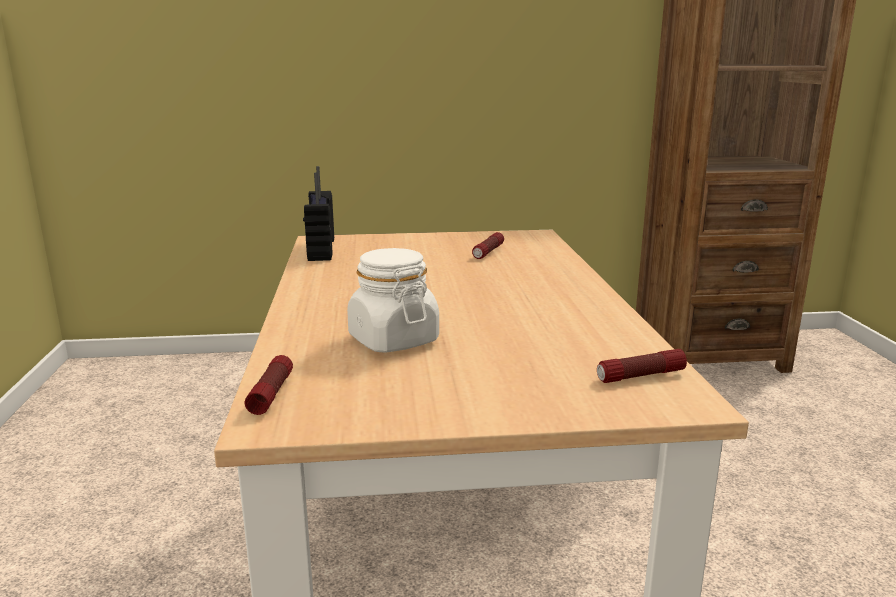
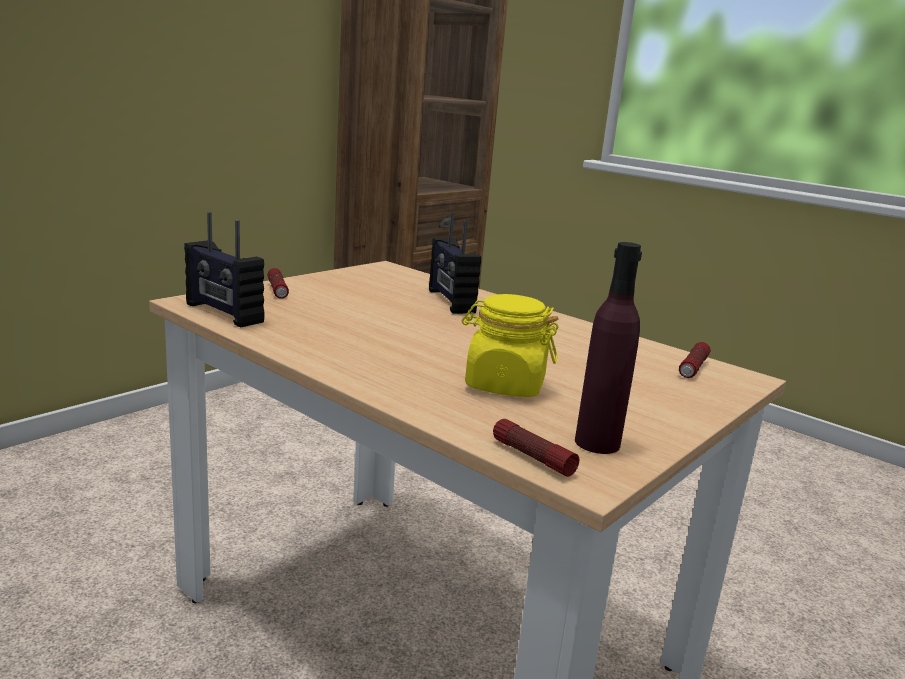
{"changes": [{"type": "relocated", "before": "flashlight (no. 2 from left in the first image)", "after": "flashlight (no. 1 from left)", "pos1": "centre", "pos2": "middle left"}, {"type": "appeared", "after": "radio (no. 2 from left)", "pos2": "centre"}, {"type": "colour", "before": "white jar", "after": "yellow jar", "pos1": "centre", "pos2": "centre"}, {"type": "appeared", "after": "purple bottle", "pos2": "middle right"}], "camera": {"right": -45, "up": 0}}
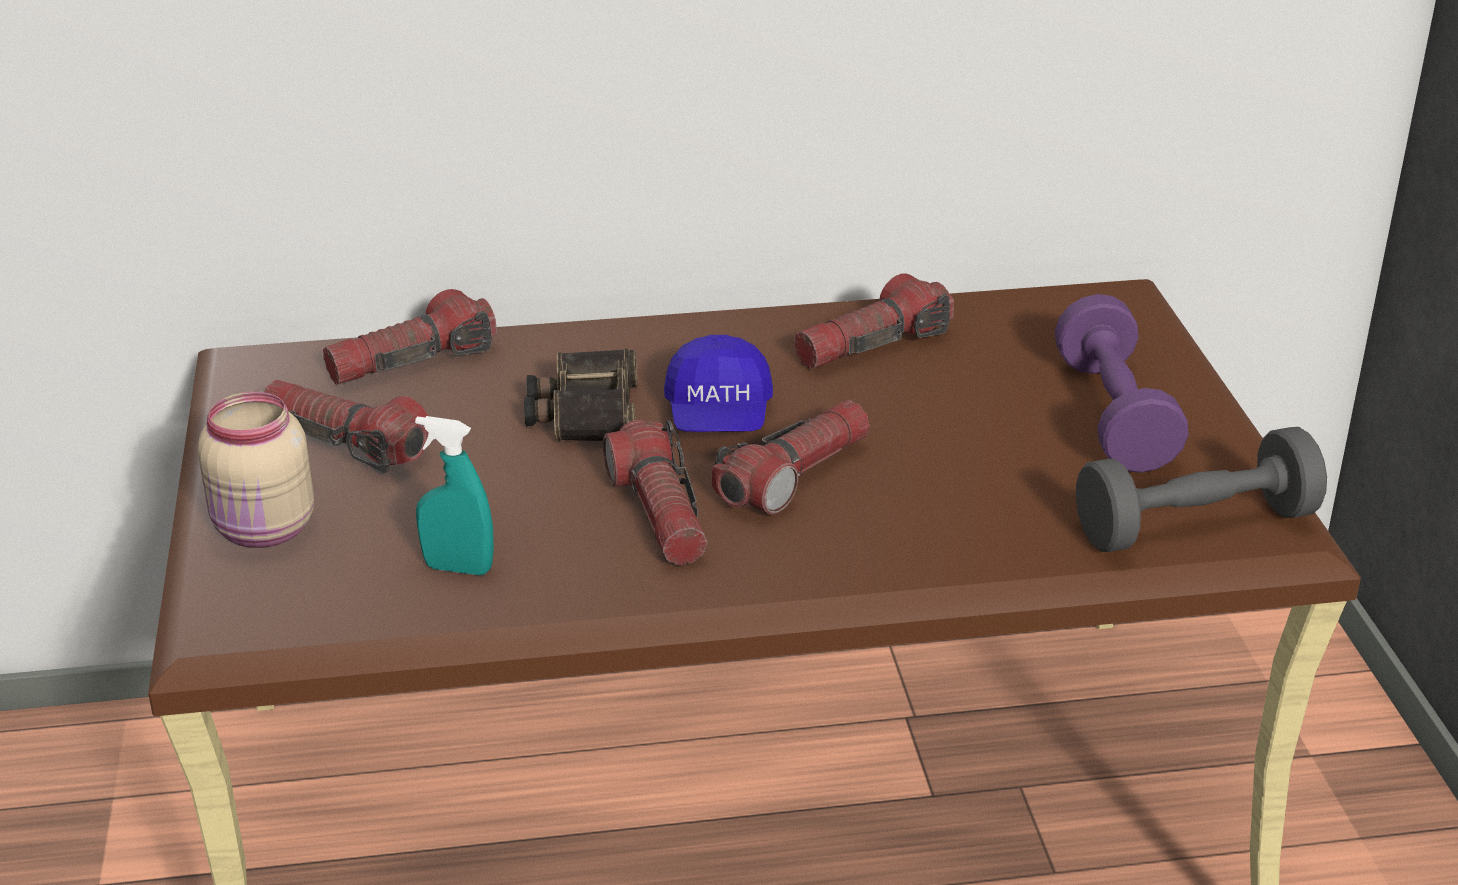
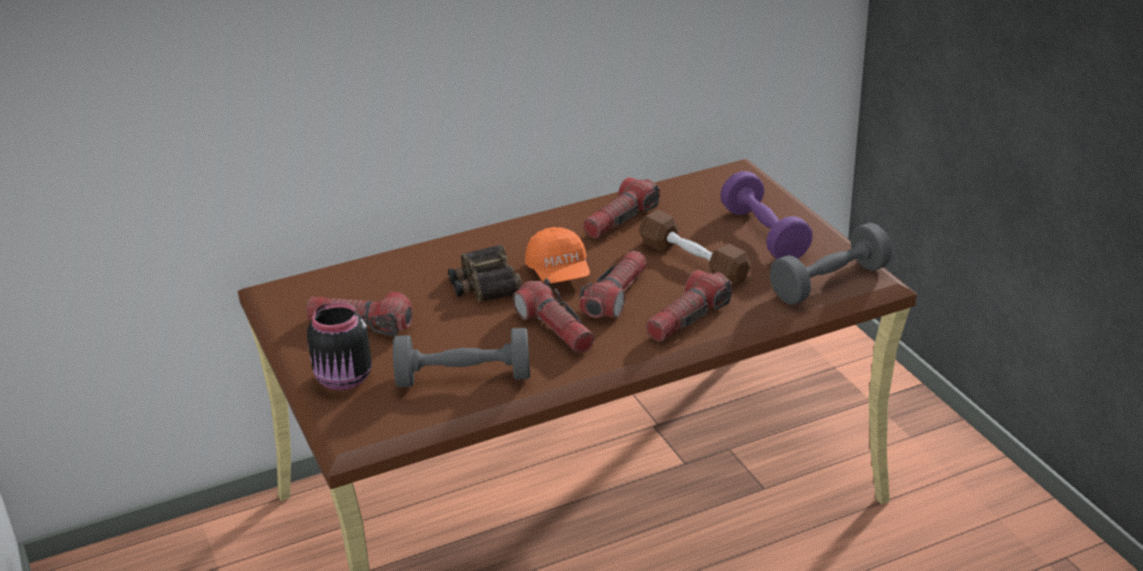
{"changes": [{"type": "colour", "before": "beige jar", "after": "black jar", "pos1": "middle left", "pos2": "middle left"}, {"type": "exchanged", "before": "turquoise spray bottle", "after": "grey dumbbell (no. 1 from left)", "pos1": "middle left", "pos2": "centre"}, {"type": "colour", "before": "blue cap", "after": "orange cap", "pos1": "centre", "pos2": "centre"}, {"type": "appeared", "after": "brown dumbbell", "pos2": "centre"}, {"type": "relocated", "before": "flashlight (no. 2 from left in the first image)", "after": "flashlight (no. 5 from left)", "pos1": "middle left", "pos2": "centre"}], "camera": {"right": -15, "up": 0}}
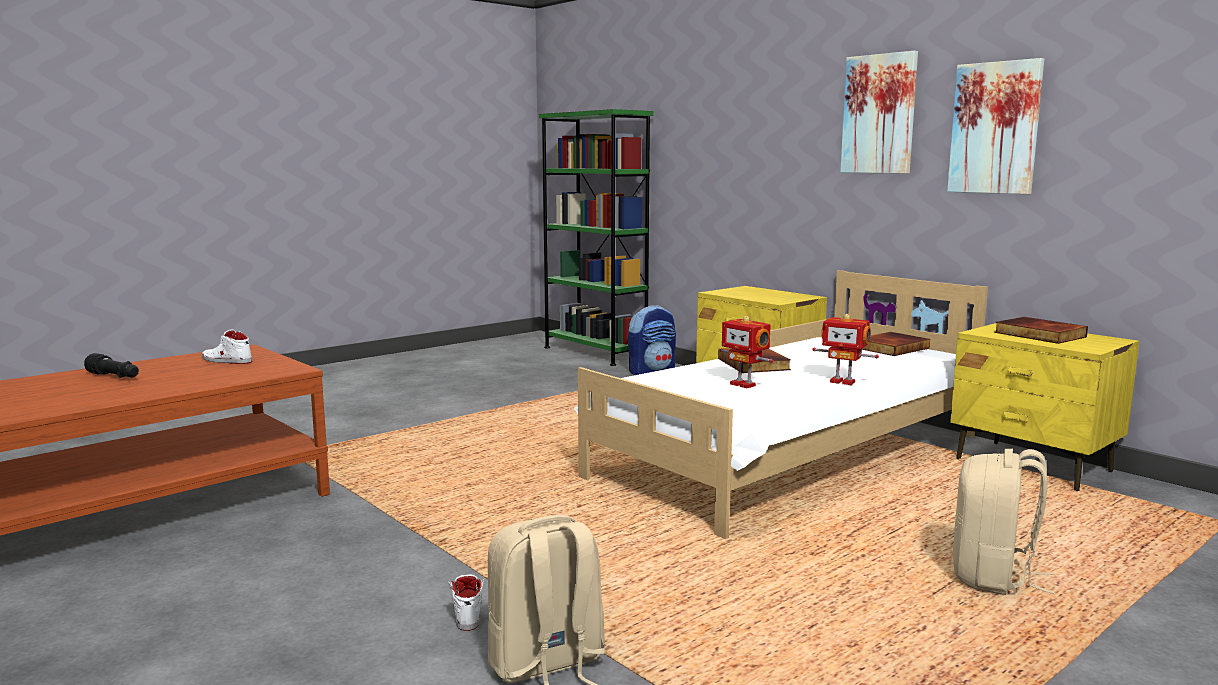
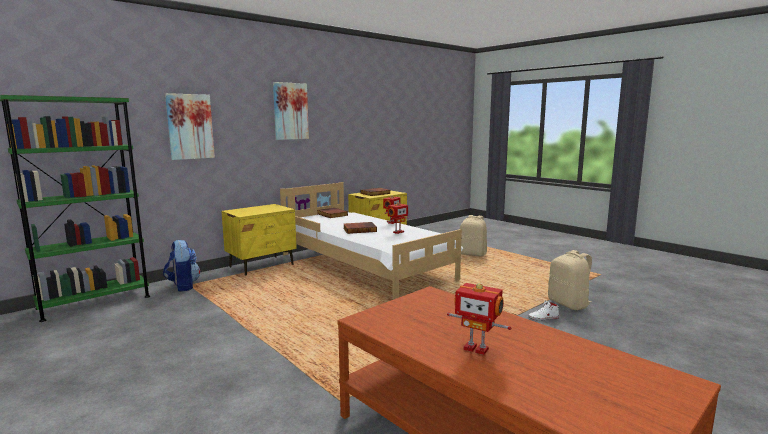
{"changes": [{"type": "relocated", "before": "picture (no. 2 from left in the first image)", "after": "picture (no. 1 from left)", "pos1": "top right", "pos2": "top left"}, {"type": "exchanged", "before": "black flashlight", "after": "toy robot (no. 3 from left)", "pos1": "middle left", "pos2": "bottom centre"}, {"type": "missing", "before": "white shoe (no. 1 from left)", "pos1": "middle left"}], "camera": {"right": -90, "up": 0}}
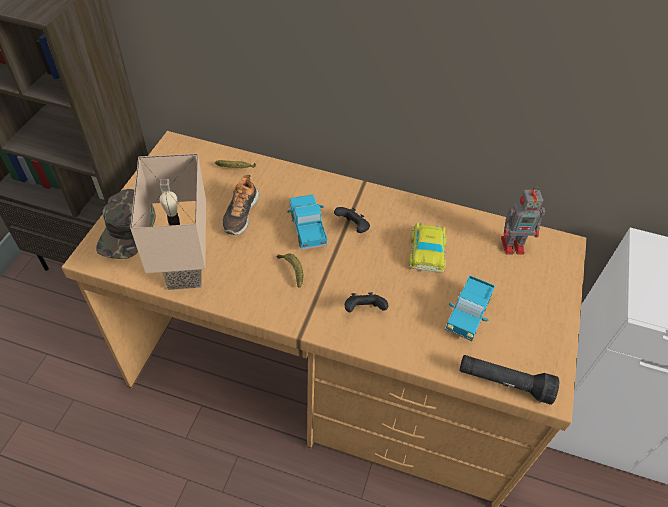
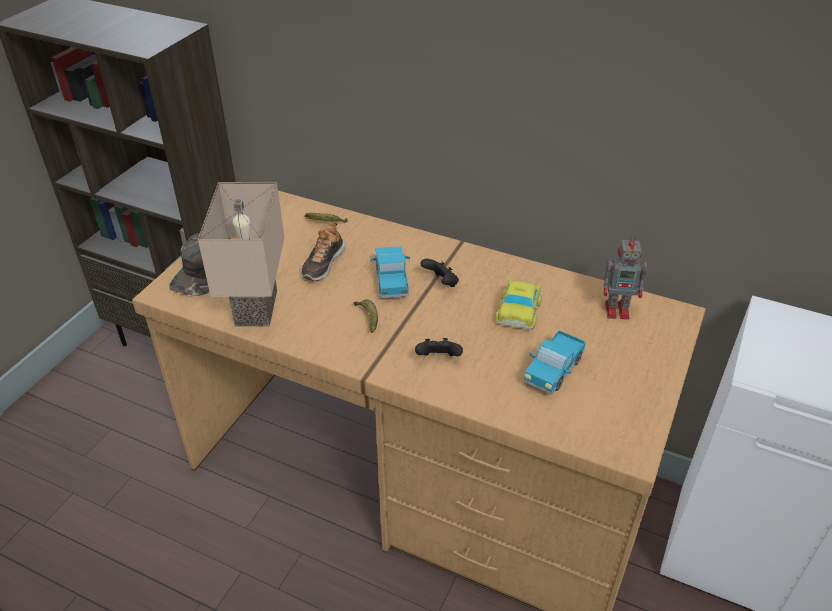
{"changes": [{"type": "missing", "before": "black flashlight", "pos1": "bottom right"}], "camera": {"right": 10, "up": -10}}
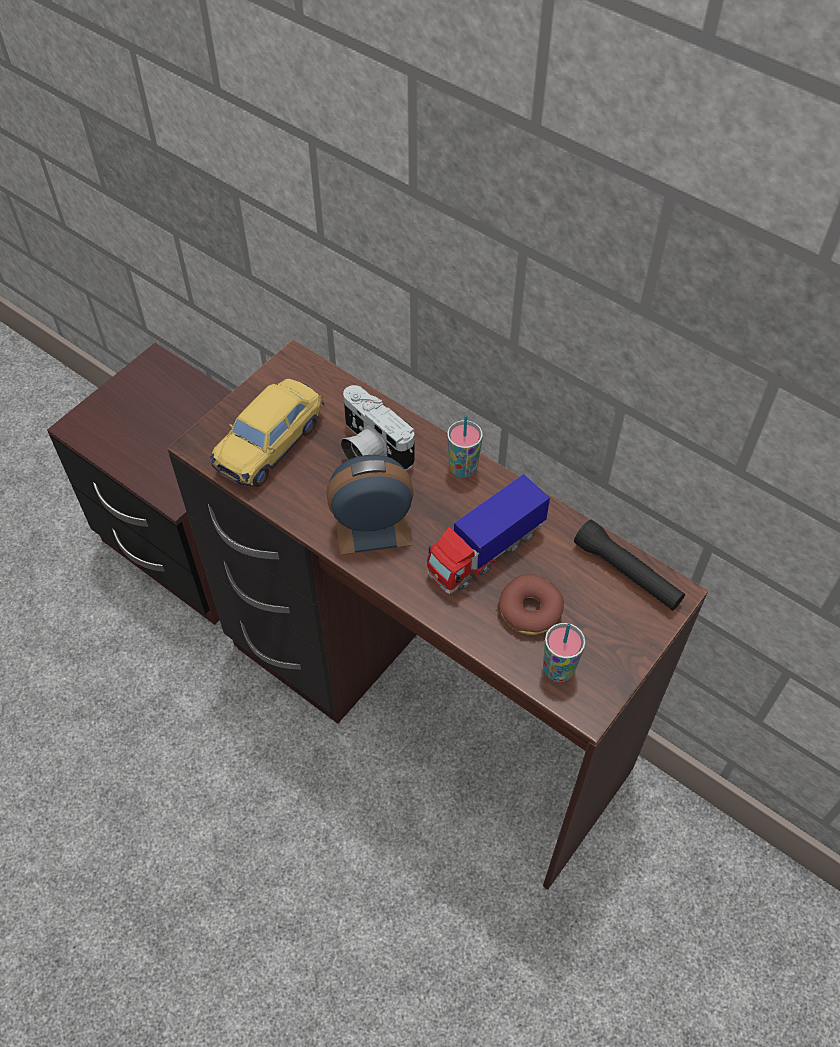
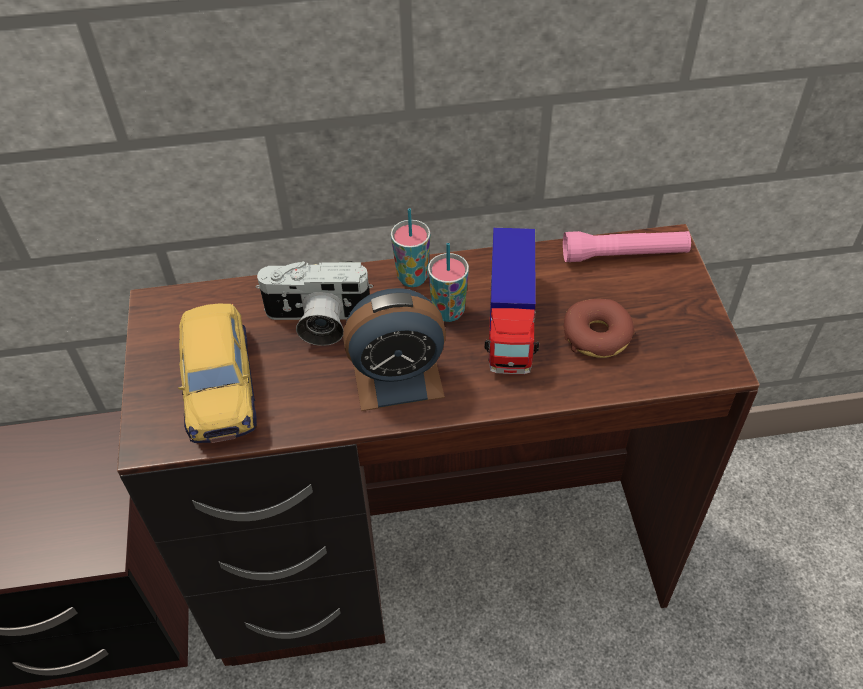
{"changes": [{"type": "spun", "before": "alarm clock", "pos1": "centre", "pos2": "centre", "turn": -135}, {"type": "relocated", "before": "cup (no. 2 from left)", "pos1": "middle right", "pos2": "centre"}, {"type": "colour", "before": "black flashlight", "after": "pink flashlight", "pos1": "middle right", "pos2": "middle right"}], "camera": {"right": -45, "up": -5}}
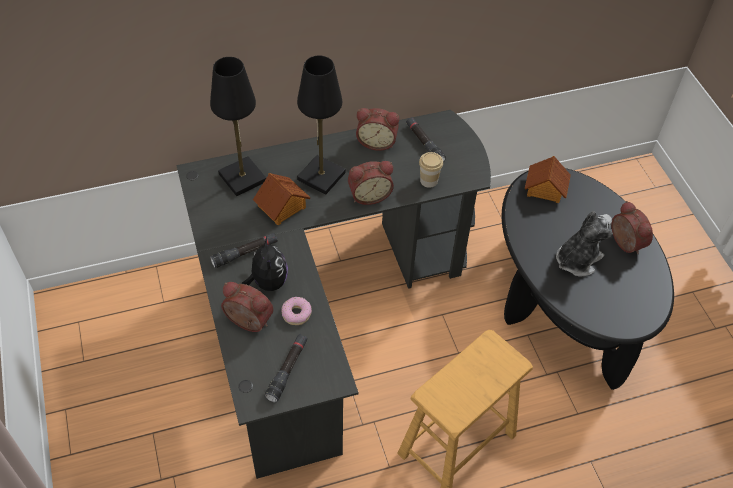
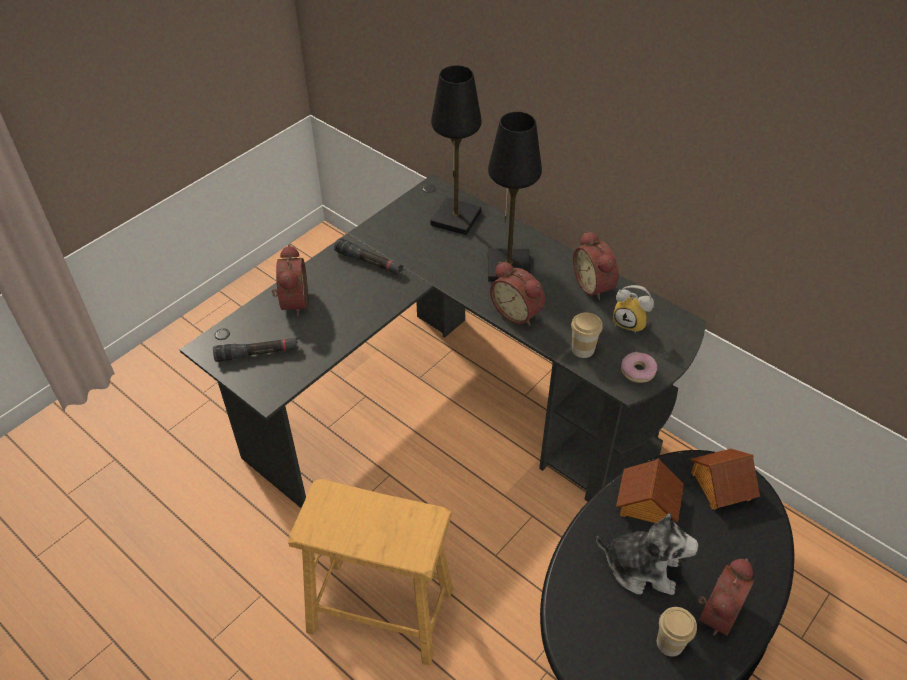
{"changes": [{"type": "exchanged", "before": "black flashlight (no. 3 from left)", "after": "alarm clock (no. 4 from left)", "pos1": "top centre", "pos2": "middle right"}, {"type": "relocated", "before": "toy house (no. 1 from left)", "pos1": "centre", "pos2": "bottom right"}, {"type": "relocated", "before": "donut", "pos1": "centre", "pos2": "middle right"}, {"type": "appeared", "after": "cup (no. 2 from left)", "pos2": "bottom right"}, {"type": "missing", "before": "plush toy (no. 1 from left)", "pos1": "centre"}], "camera": {"right": 60, "up": -5}}
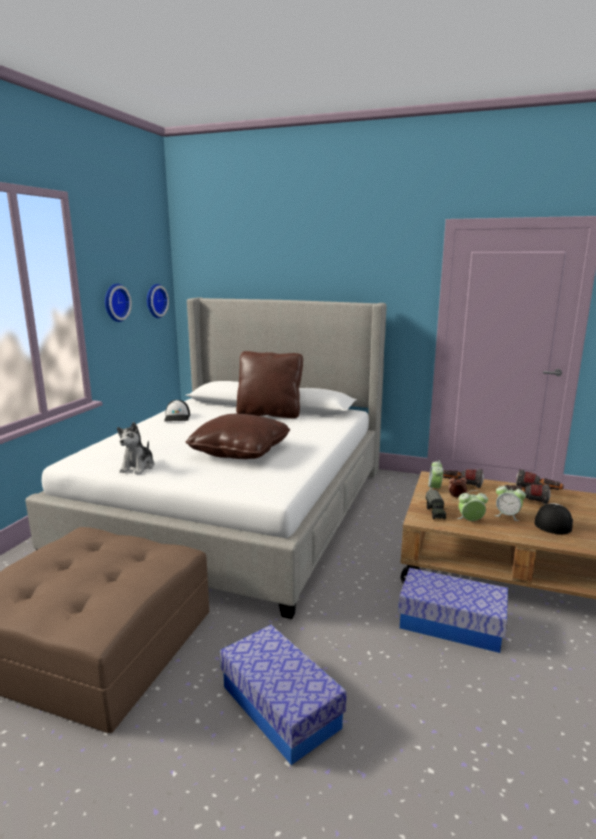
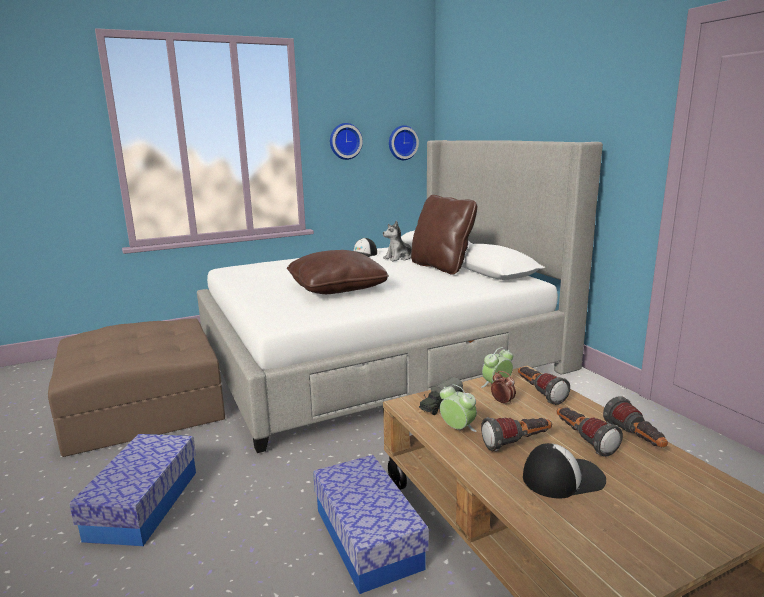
{"changes": [{"type": "relocated", "before": "plush toy", "pos1": "middle left", "pos2": "centre"}, {"type": "exchanged", "before": "alarm clock (no. 4 from left)", "after": "flashlight (no. 1 from left)", "pos1": "middle right", "pos2": "bottom right"}], "camera": {"right": 45, "up": 0}}
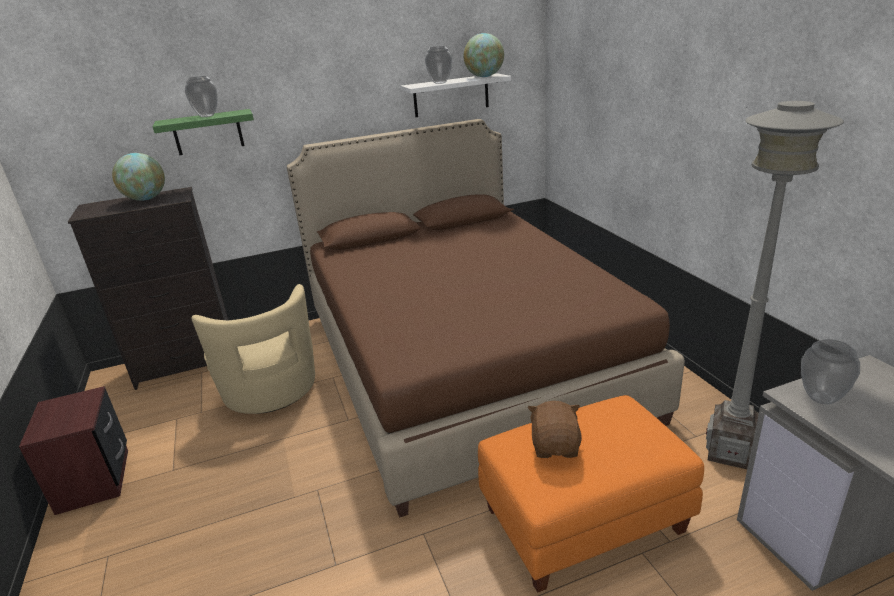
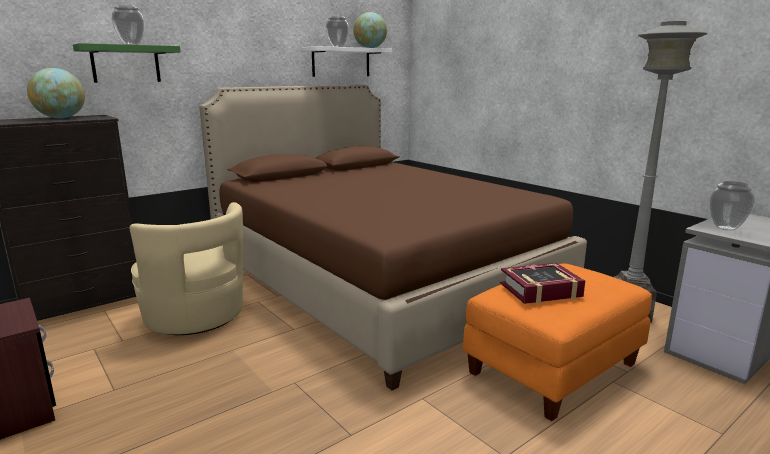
{"changes": [{"type": "exchanged", "before": "brown plush toy", "after": "book", "pos1": "bottom centre", "pos2": "middle right"}], "camera": {"right": -20, "up": -10}}
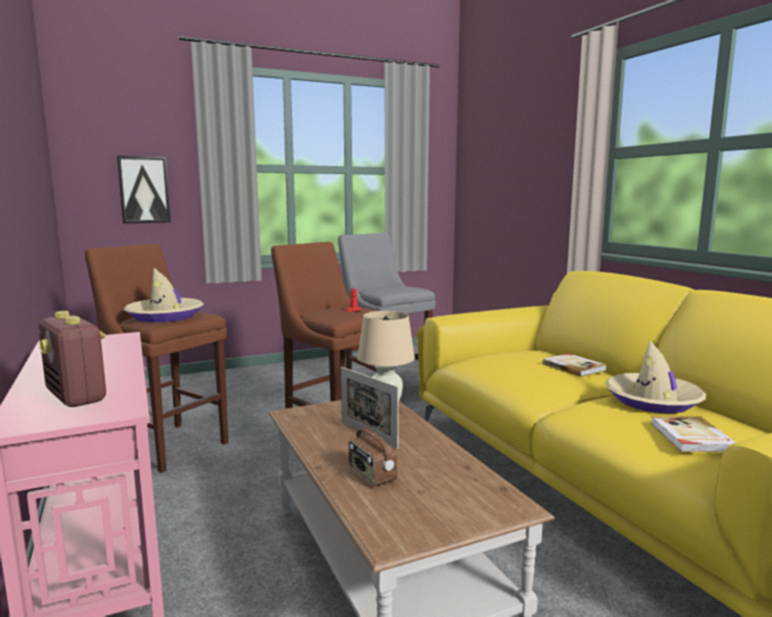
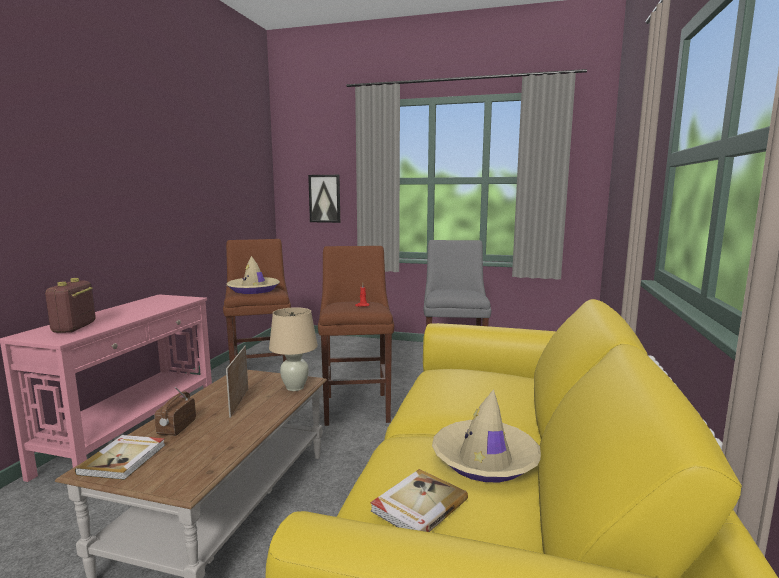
{"changes": [{"type": "relocated", "before": "book (no. 1 from left)", "pos1": "middle right", "pos2": "bottom left"}], "camera": {"right": 40, "up": 0}}
